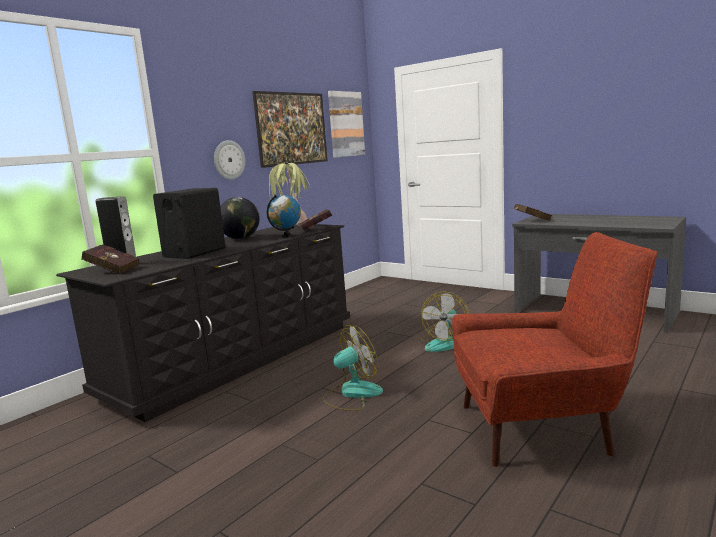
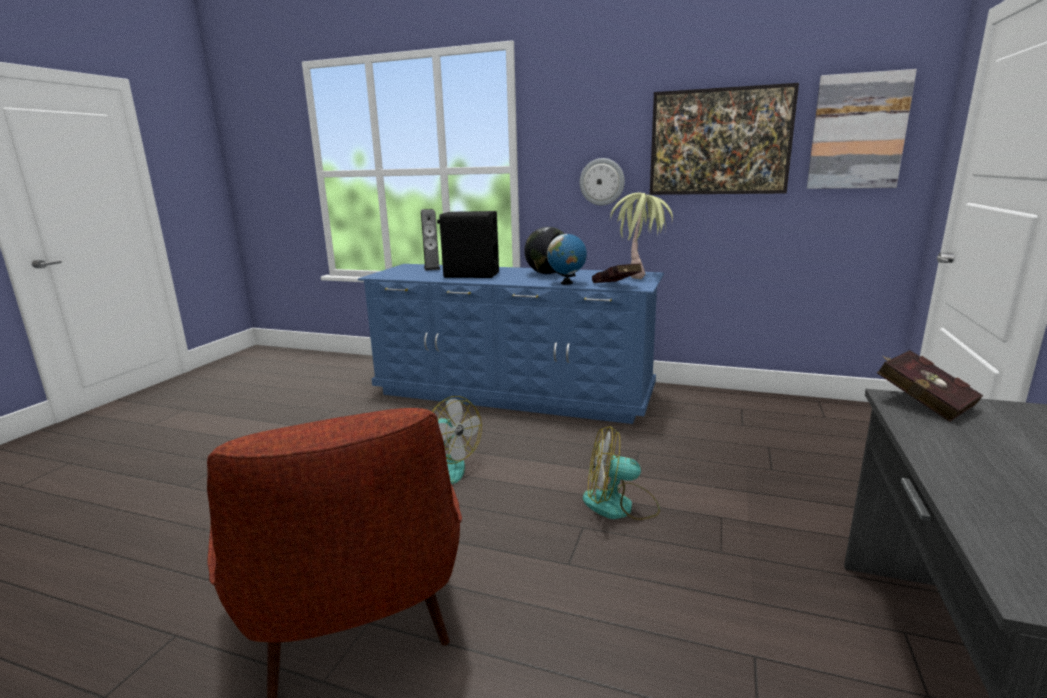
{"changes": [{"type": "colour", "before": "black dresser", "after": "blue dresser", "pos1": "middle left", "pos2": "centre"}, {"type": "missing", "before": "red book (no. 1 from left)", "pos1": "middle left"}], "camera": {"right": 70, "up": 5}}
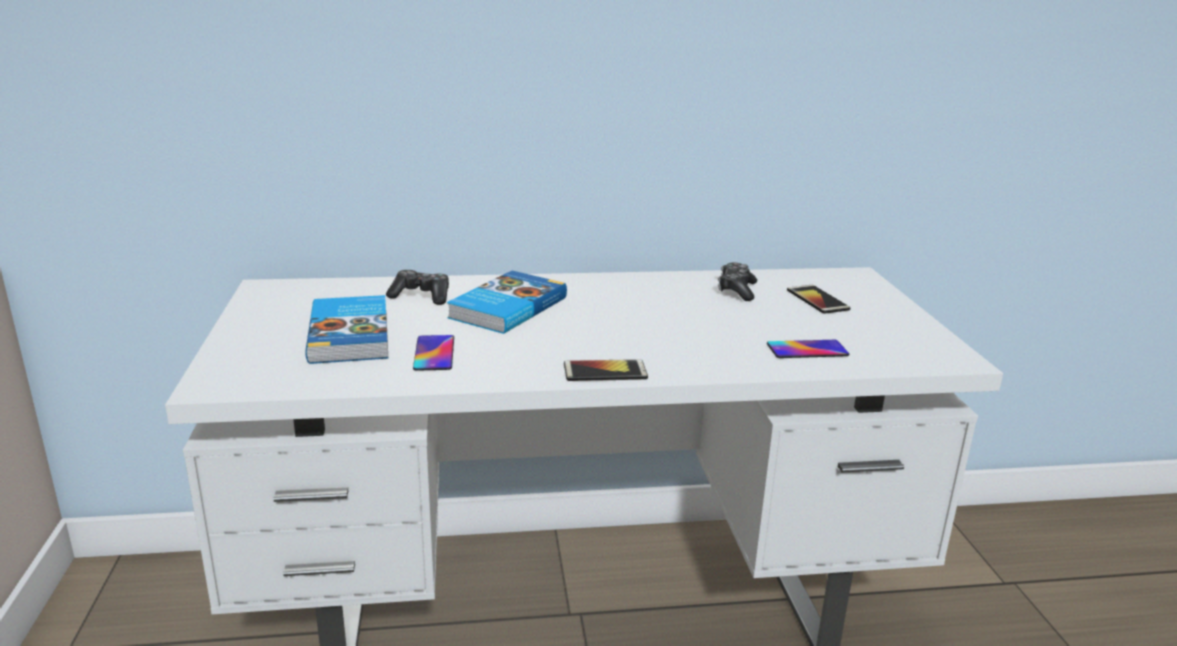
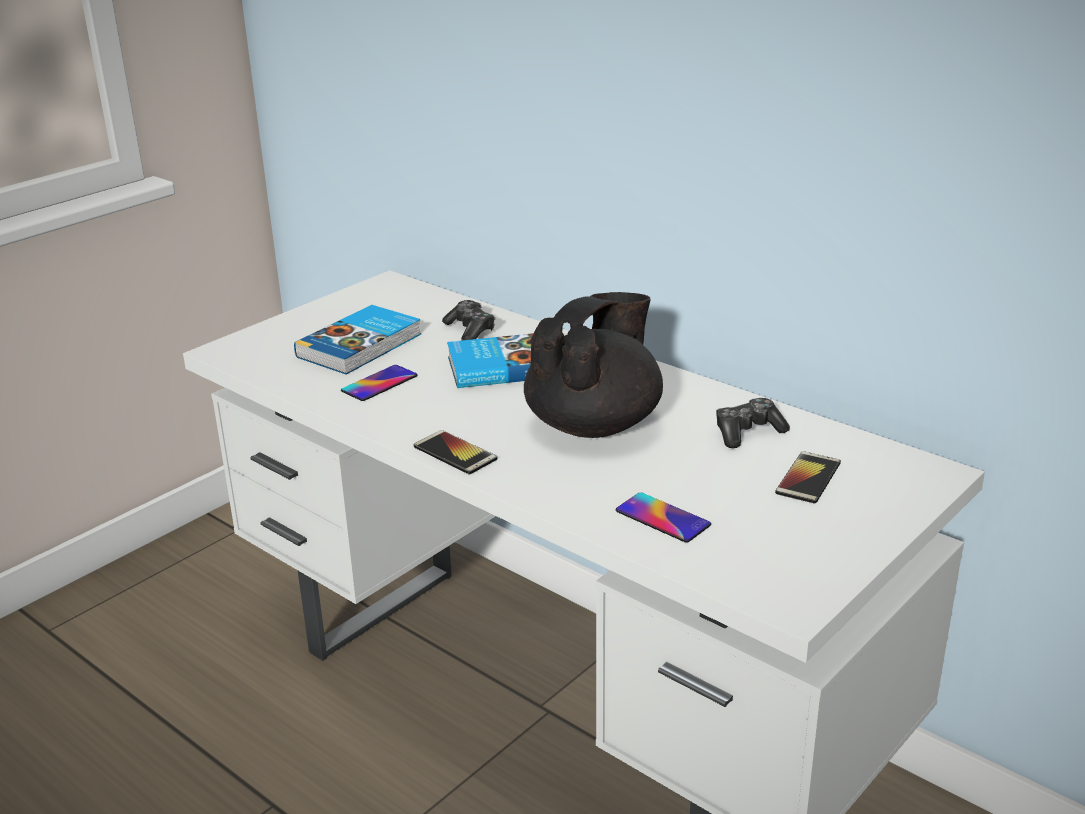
{"changes": [{"type": "appeared", "after": "black teapot", "pos2": "centre"}], "camera": {"right": 50, "up": 5}}
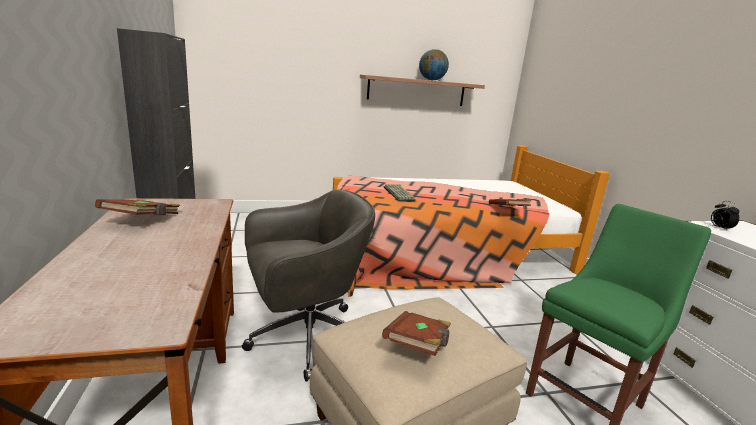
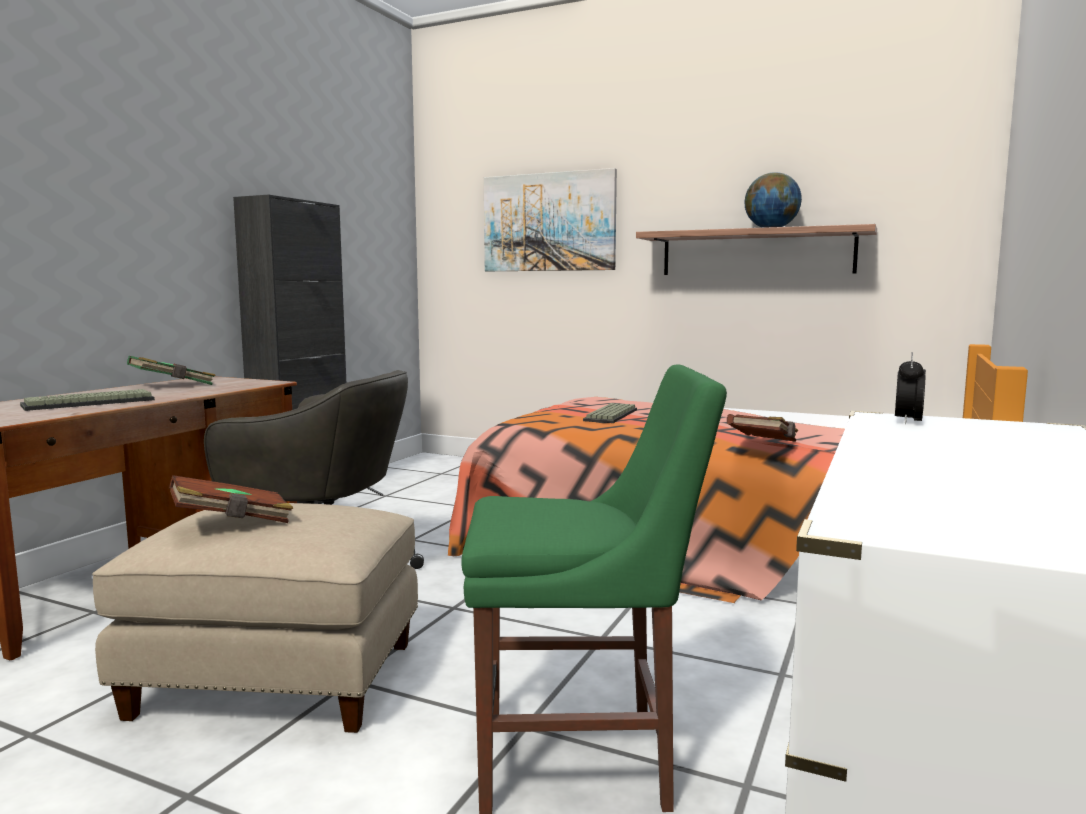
{"changes": [{"type": "appeared", "after": "keyboard (no. 1 from left)", "pos2": "middle left"}, {"type": "colour", "before": "brown book (no. 1 from left)", "after": "green book", "pos1": "middle left", "pos2": "middle left"}, {"type": "appeared", "after": "picture", "pos2": "top centre"}], "camera": {"right": 40, "up": -10}}
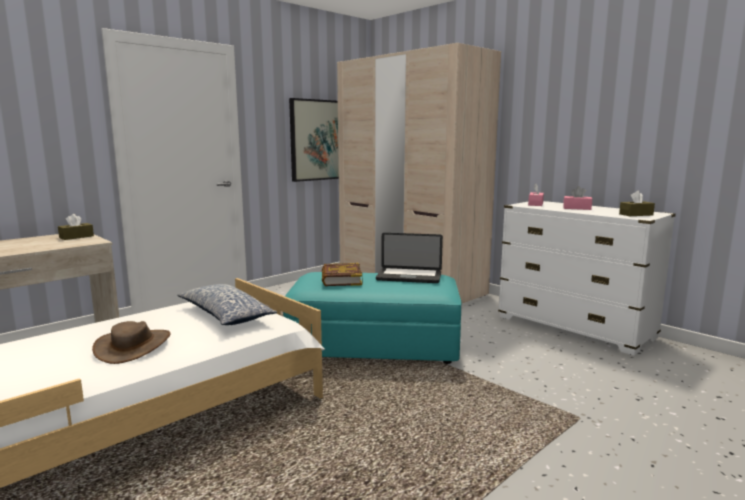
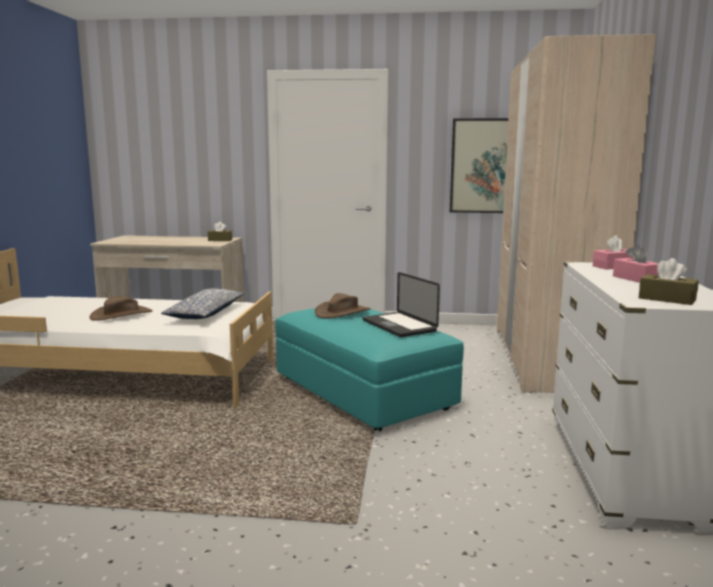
{"changes": [{"type": "exchanged", "before": "book", "after": "brown hat (no. 2 from left)", "pos1": "centre", "pos2": "centre"}], "camera": {"right": 50, "up": 0}}
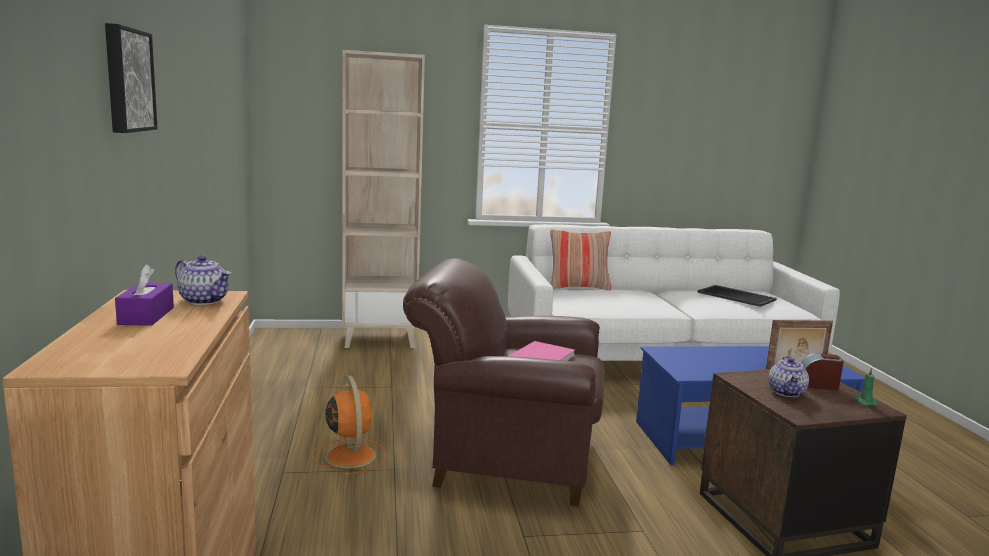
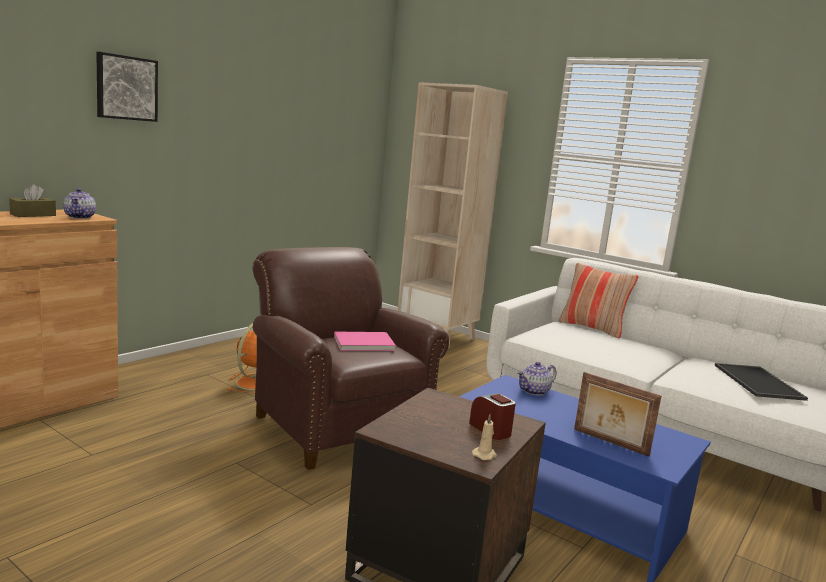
{"changes": [{"type": "colour", "before": "purple tissue box", "after": "brown tissue box", "pos1": "middle left", "pos2": "middle left"}, {"type": "colour", "before": "green candle", "after": "beige candle", "pos1": "bottom right", "pos2": "bottom centre"}, {"type": "relocated", "before": "teapot (no. 2 from left)", "pos1": "bottom right", "pos2": "centre"}], "camera": {"right": 45, "up": 0}}
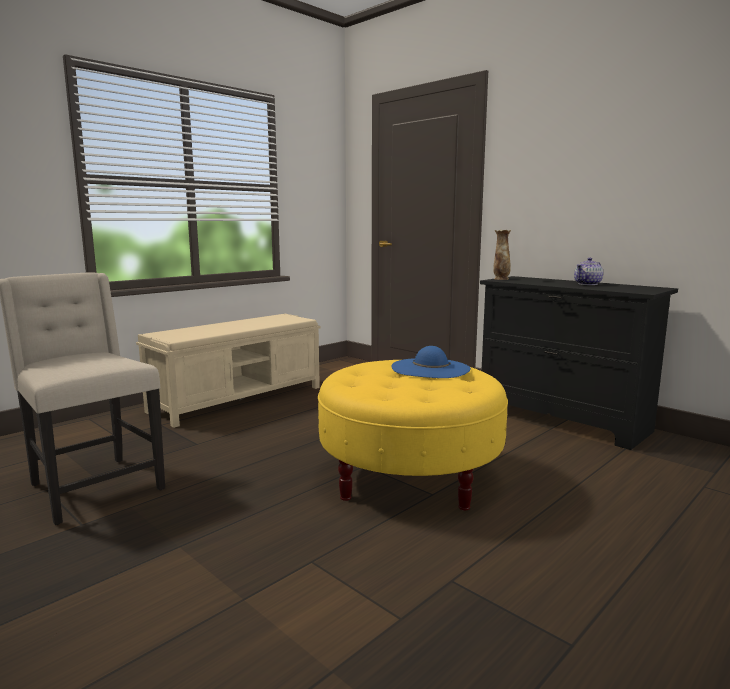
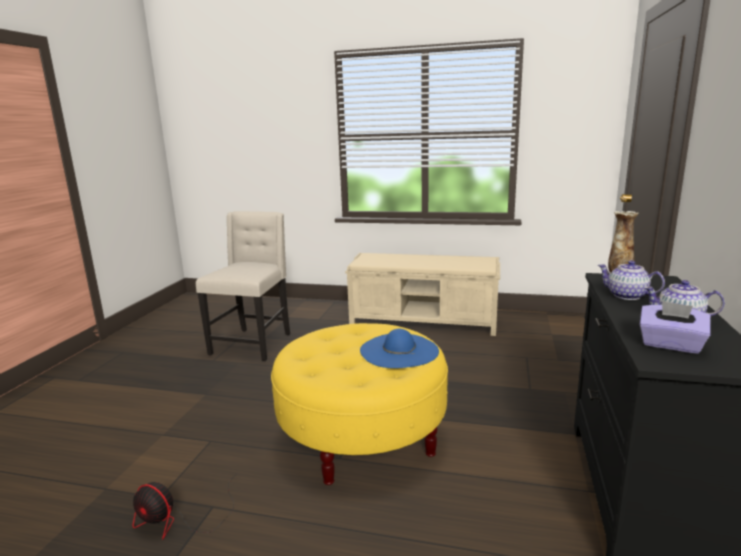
{"changes": [{"type": "appeared", "after": "fan", "pos2": "bottom left"}, {"type": "appeared", "after": "teapot (no. 1 from left)", "pos2": "middle right"}, {"type": "appeared", "after": "purple tissue box", "pos2": "middle right"}], "camera": {"right": 60, "up": 5}}
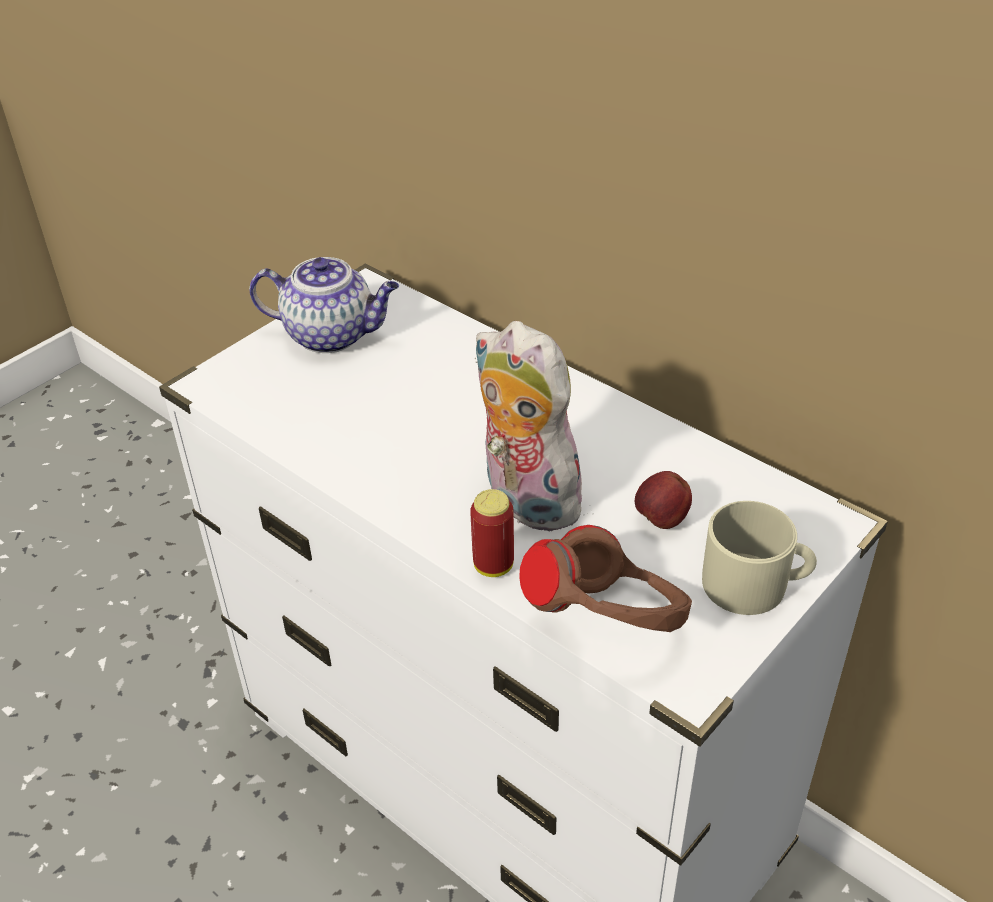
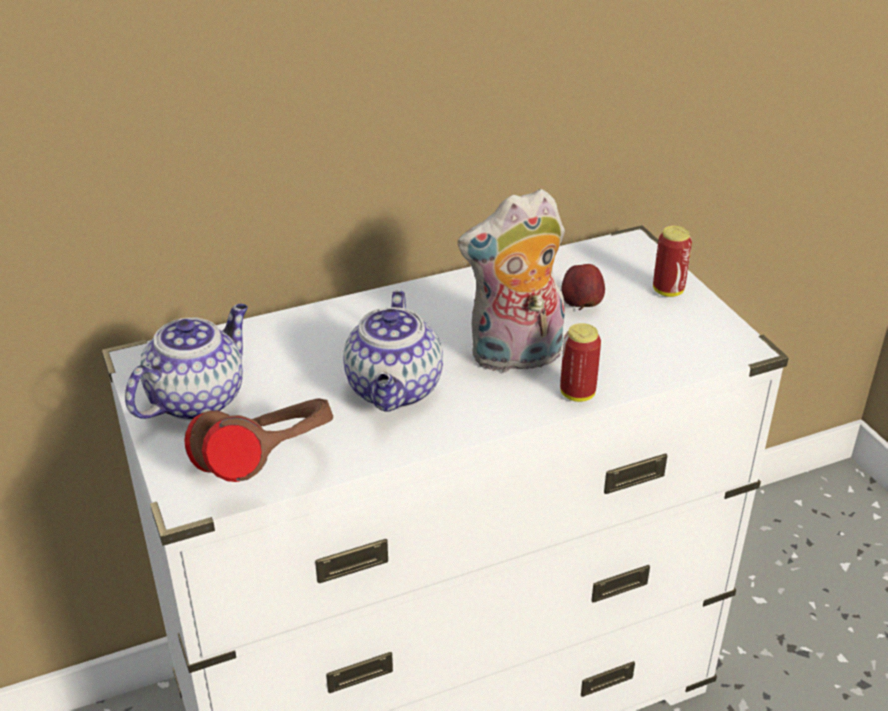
{"changes": [{"type": "relocated", "before": "brown headphones", "pos1": "centre", "pos2": "middle left"}, {"type": "appeared", "after": "teapot (no. 2 from left)", "pos2": "centre"}, {"type": "exchanged", "before": "beige mug", "after": "can (no. 2 from left)", "pos1": "middle right", "pos2": "middle right"}], "camera": {"right": -65, "up": -5}}
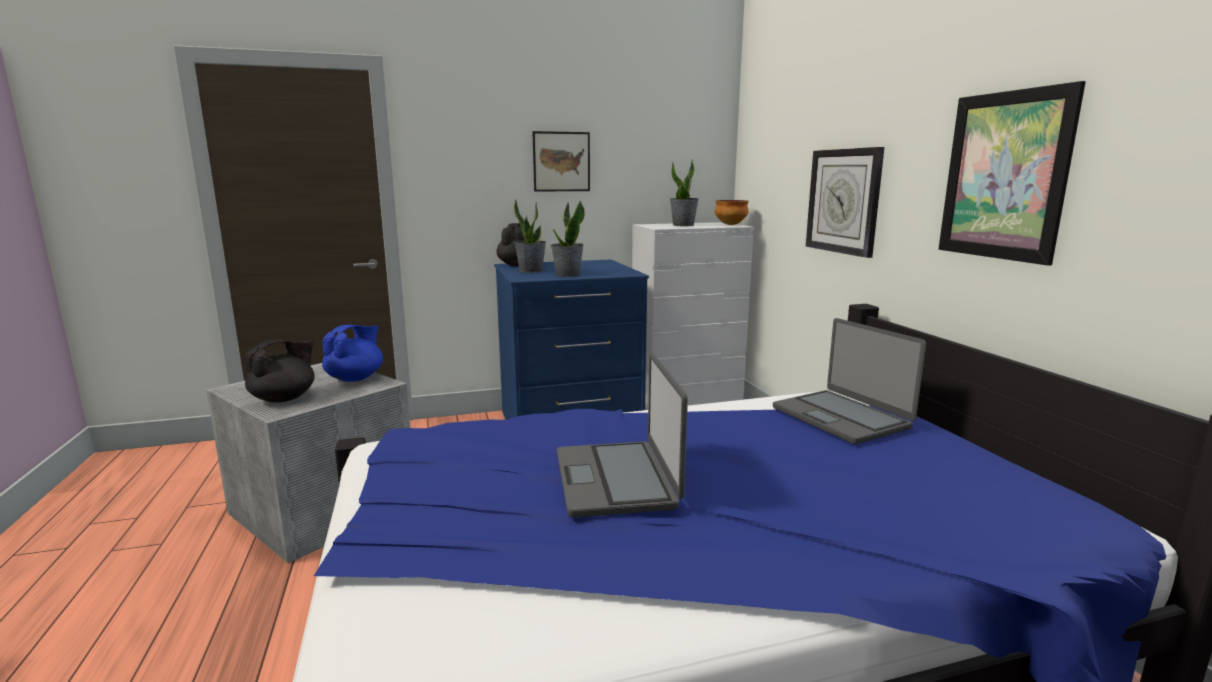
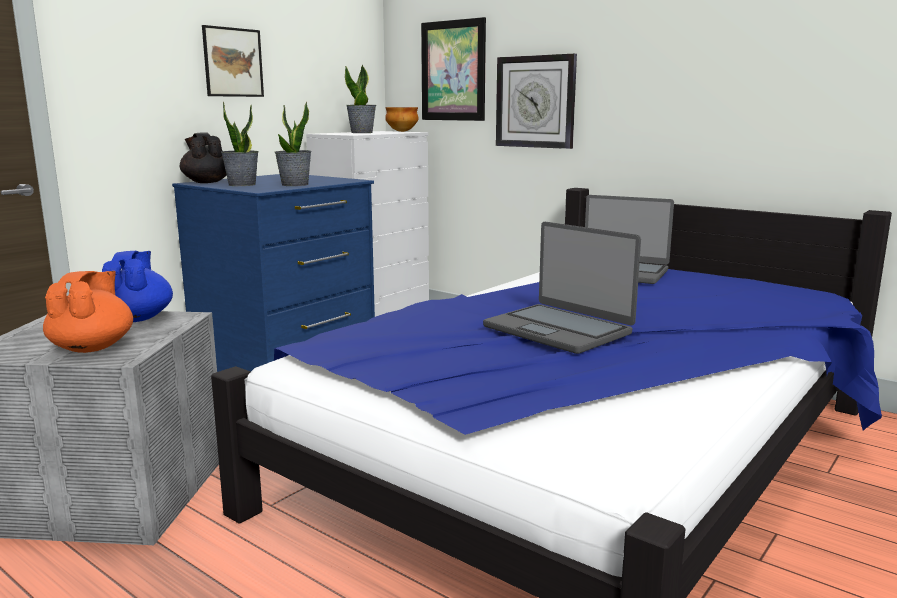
{"changes": [{"type": "colour", "before": "black teapot (no. 1 from left)", "after": "orange teapot", "pos1": "middle left", "pos2": "middle left"}, {"type": "relocated", "before": "picture (no. 2 from left)", "pos1": "top right", "pos2": "top centre"}], "camera": {"right": -35, "up": 0}}
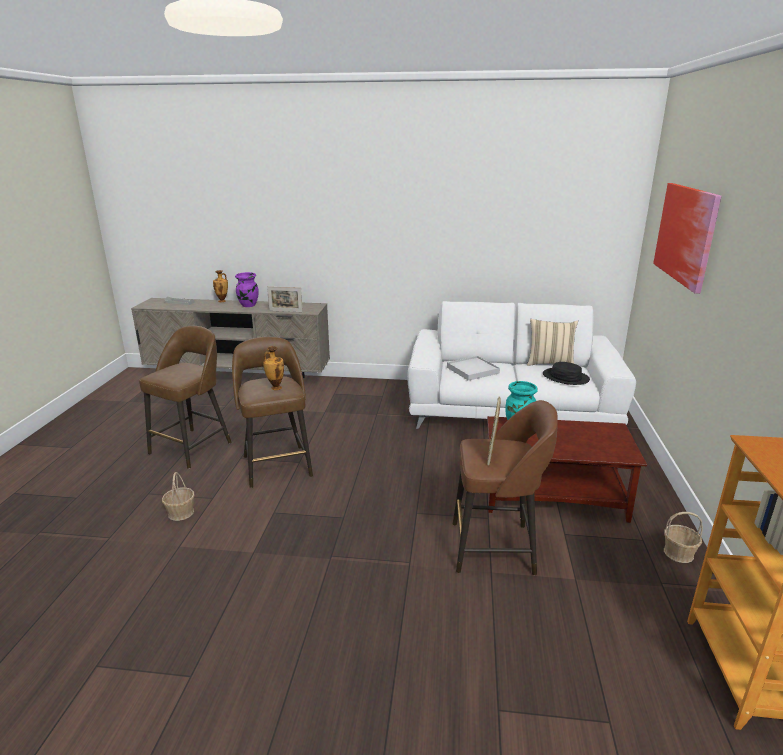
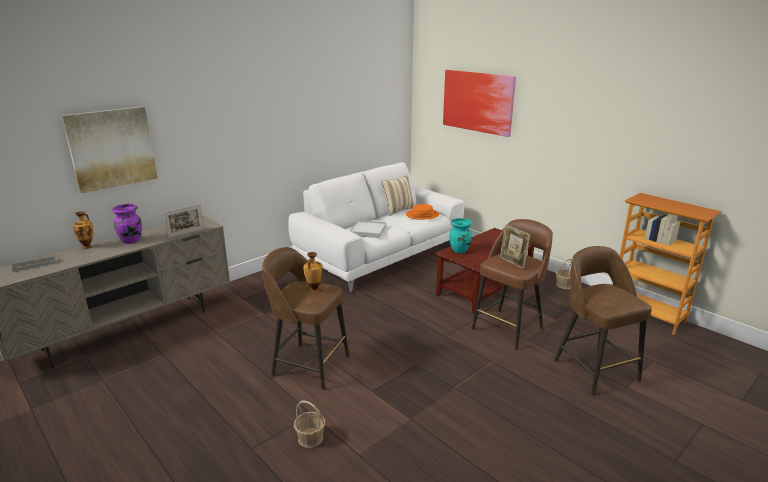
{"changes": [{"type": "appeared", "after": "picture (no. 1 from left)", "pos2": "top left"}, {"type": "colour", "before": "black hat", "after": "orange hat", "pos1": "middle right", "pos2": "centre"}, {"type": "relocated", "before": "brown stool (no. 1 from left in the first image)", "after": "brown stool (no. 3 from left)", "pos1": "middle left", "pos2": "middle right"}], "camera": {"right": -50, "up": 0}}
